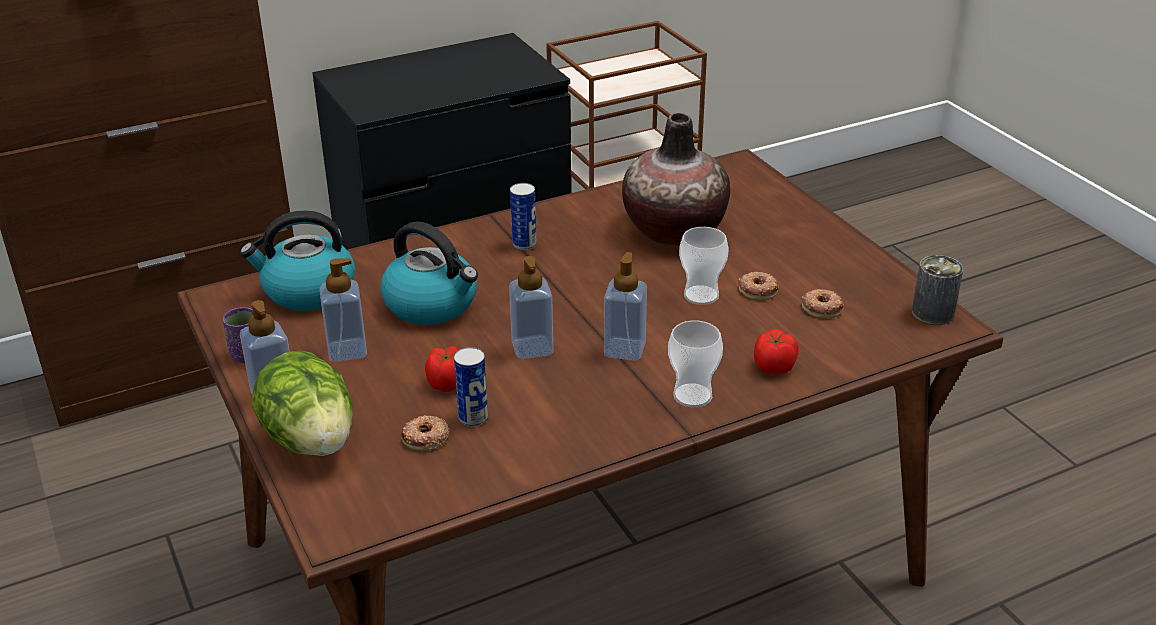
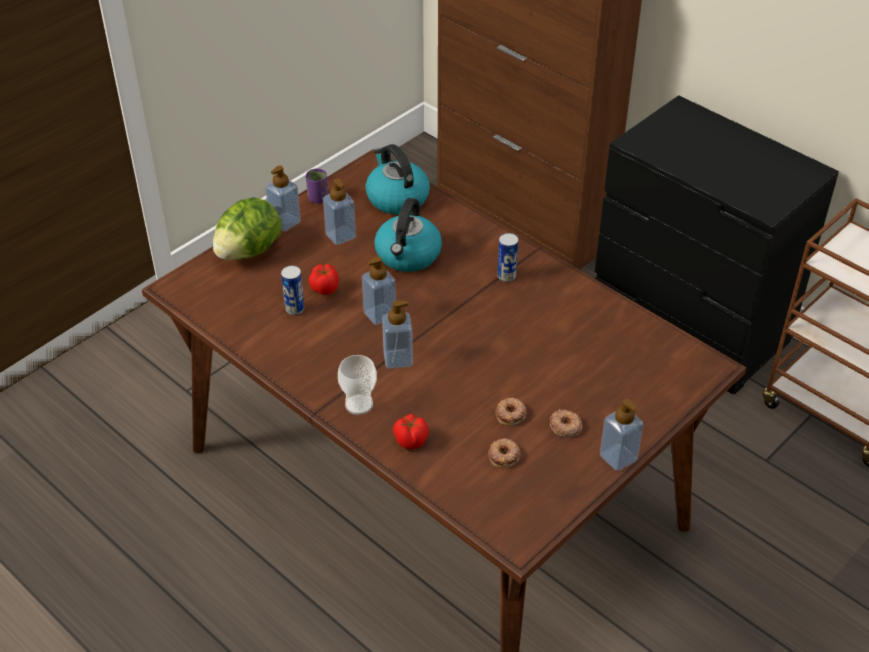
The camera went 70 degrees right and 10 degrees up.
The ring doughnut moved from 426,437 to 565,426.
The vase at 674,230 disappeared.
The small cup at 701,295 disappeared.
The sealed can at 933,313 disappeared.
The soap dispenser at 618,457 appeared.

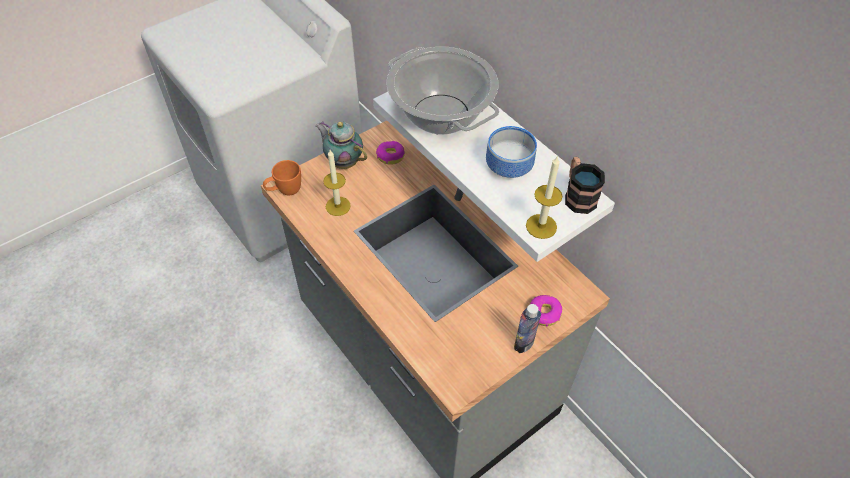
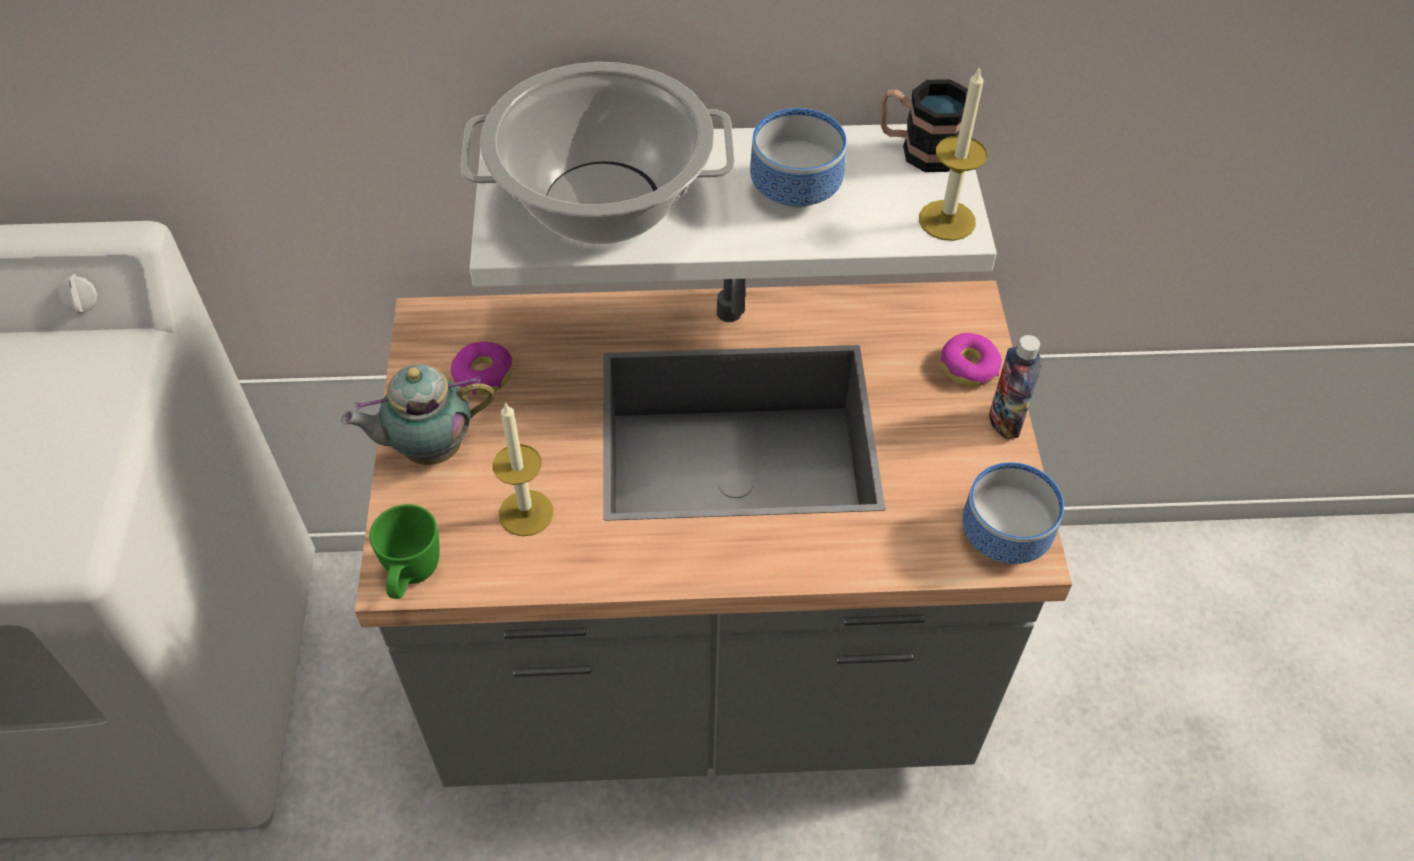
The camera went 55 degrees left and 0 degrees up.
The orange-coloured mug at 285,191 became the greenish mug at 412,578.
The deep dish at 1000,533 appeared.

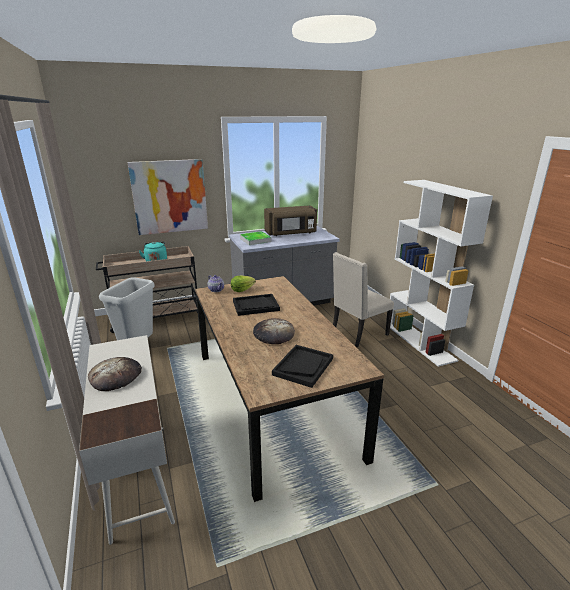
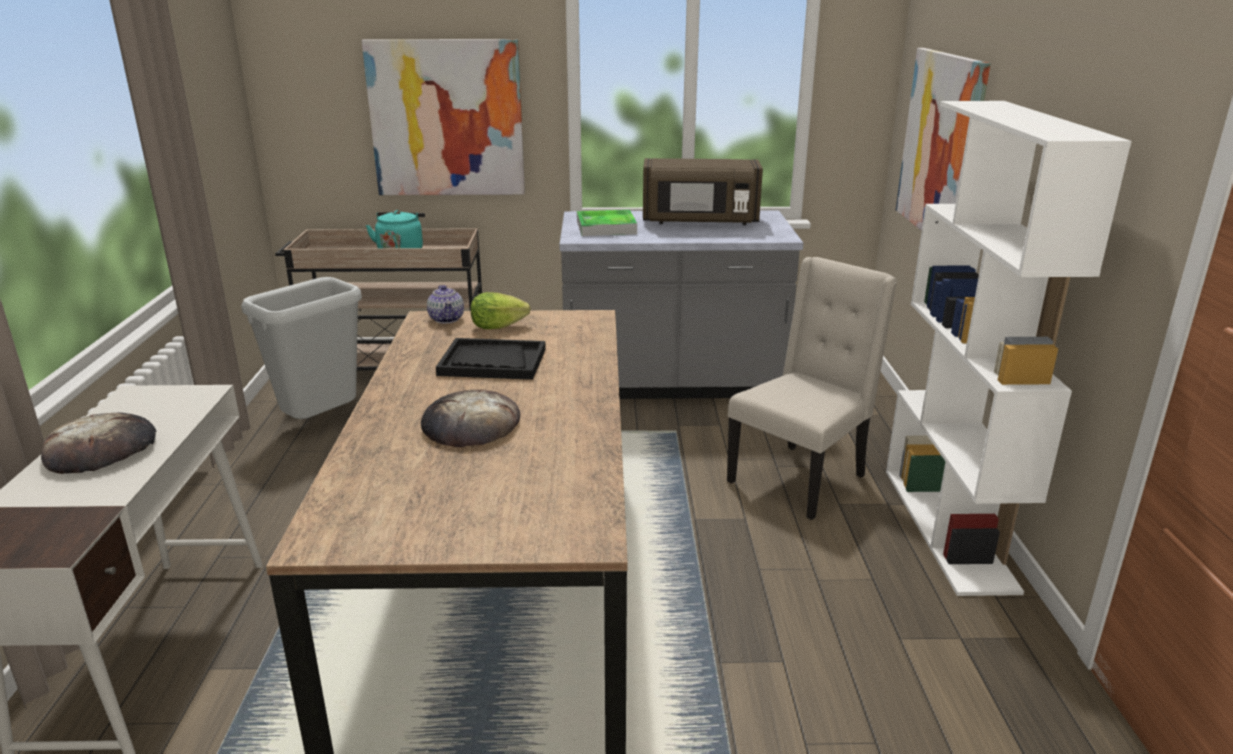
The camera went 20 degrees right and 0 degrees up.
The black-coloured serving tray at 303,366 disappeared.
The beige chair at 358,334 turned 150 degrees clockwise.
The wall art at 940,146 appeared.

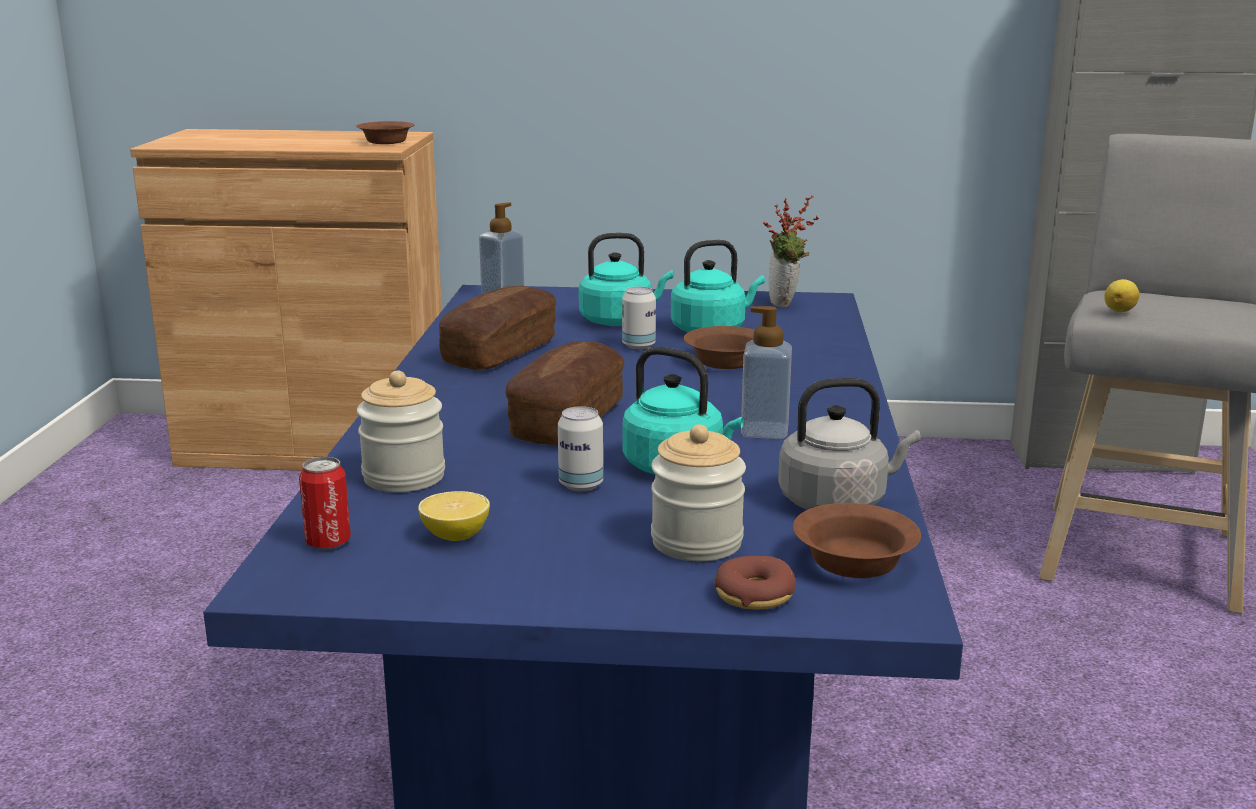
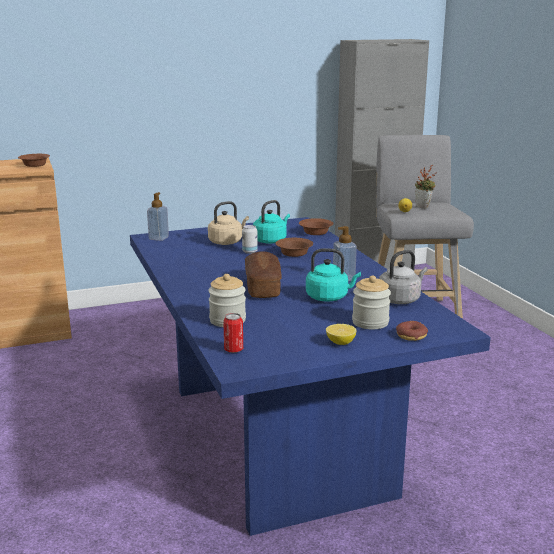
The camera went 25 degrees left and 0 degrees up.
The whole lemon moved from 455,536 to 340,343.
The bread at 500,352 disappeared.
The sealed can at 581,485 disappeared.
The blue-green water kettle at 620,321 became the beige water kettle at 227,242.
The potted plant moved from 786,304 to 424,207.
The brownish deep dish moved from 851,562 to 315,232.

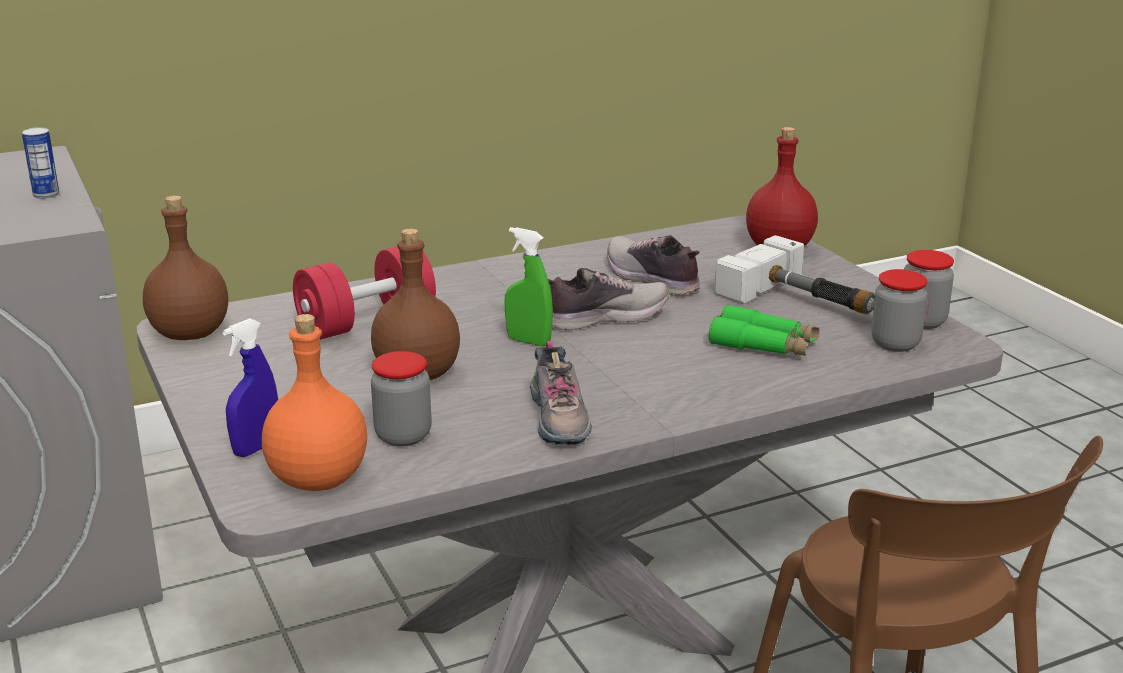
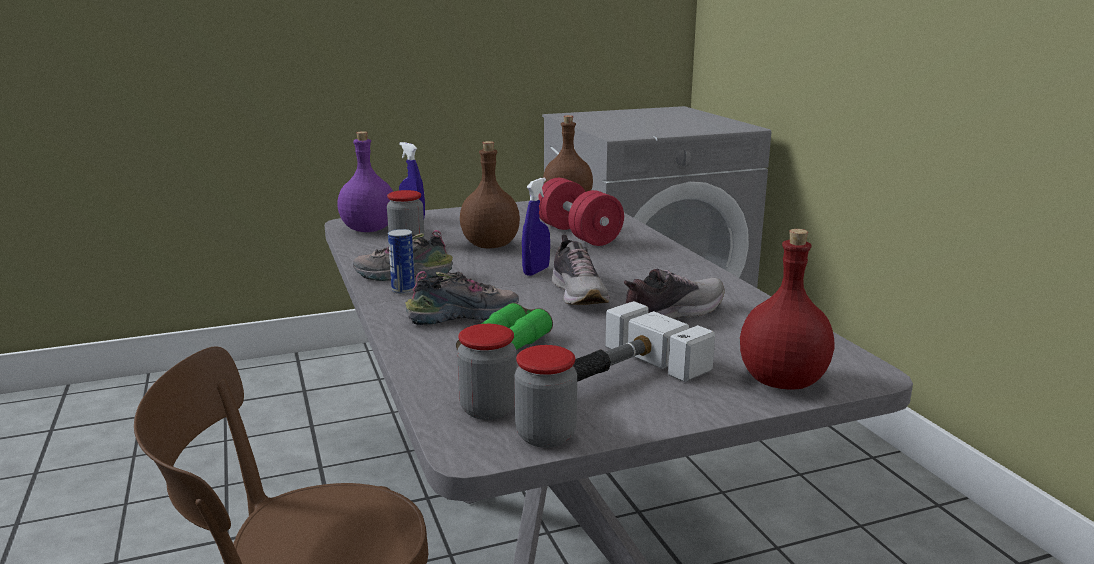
The camera went 95 degrees right and 5 degrees down.
The sealed can moved from 46,195 to 403,290.
The orange-coloured beverage bottle at 320,479 became the purple-coloured beverage bottle at 369,230.
The greenish hand sprayer at 528,341 became the blue hand sprayer at 536,271.
The low shoe at 463,316 appeared.

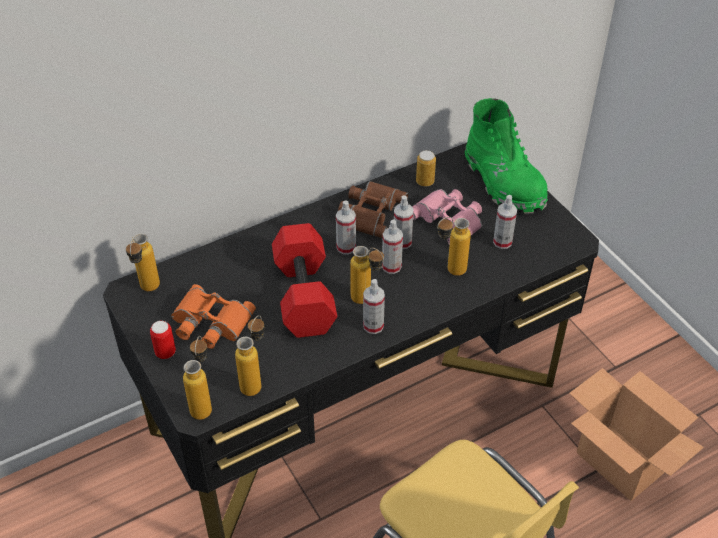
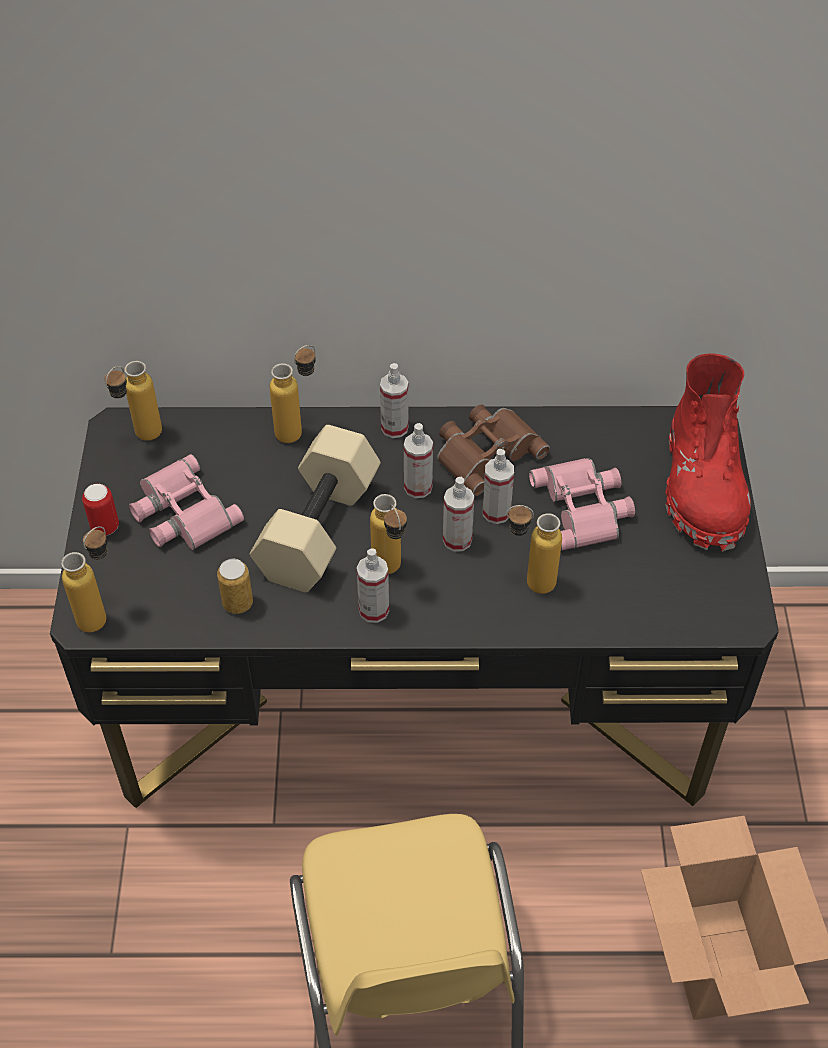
The camera went 30 degrees right and 5 degrees up.
The orange-coloured binoculars at 209,323 became the pink-coloured binoculars at 181,512.
The beverage bottle moved from 255,381 to 298,430.
The reddish hand weight at 306,296 became the beige hand weight at 320,531.
The sealed can moved from 425,182 to 237,603.
The greenish high-top boot at 503,182 became the reddish high-top boot at 702,486.
The hand sprayer moved from 502,242 to 394,428.

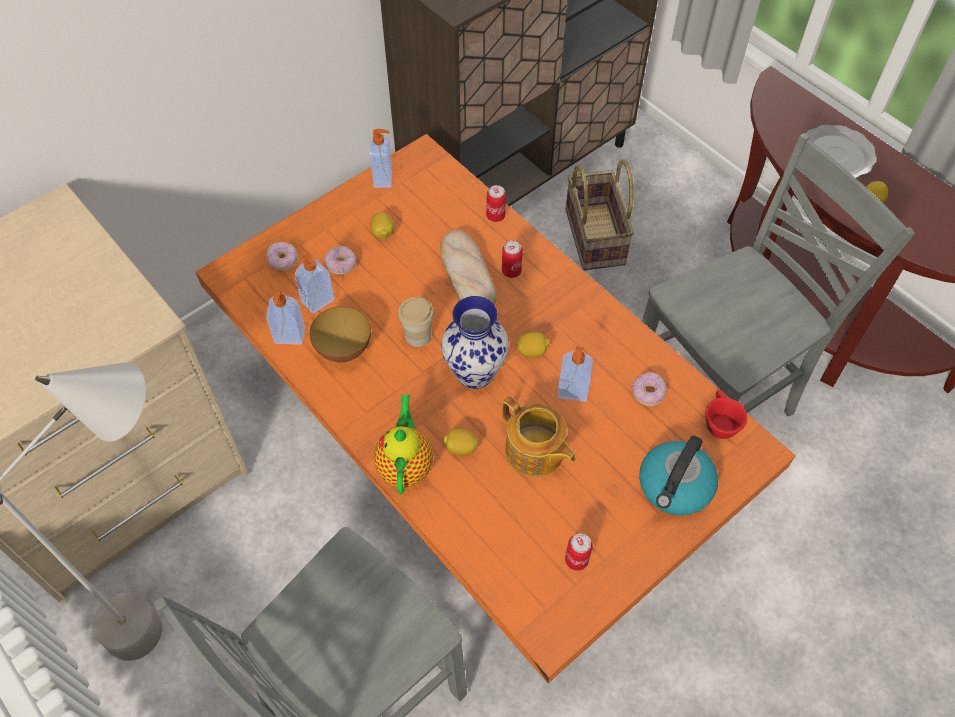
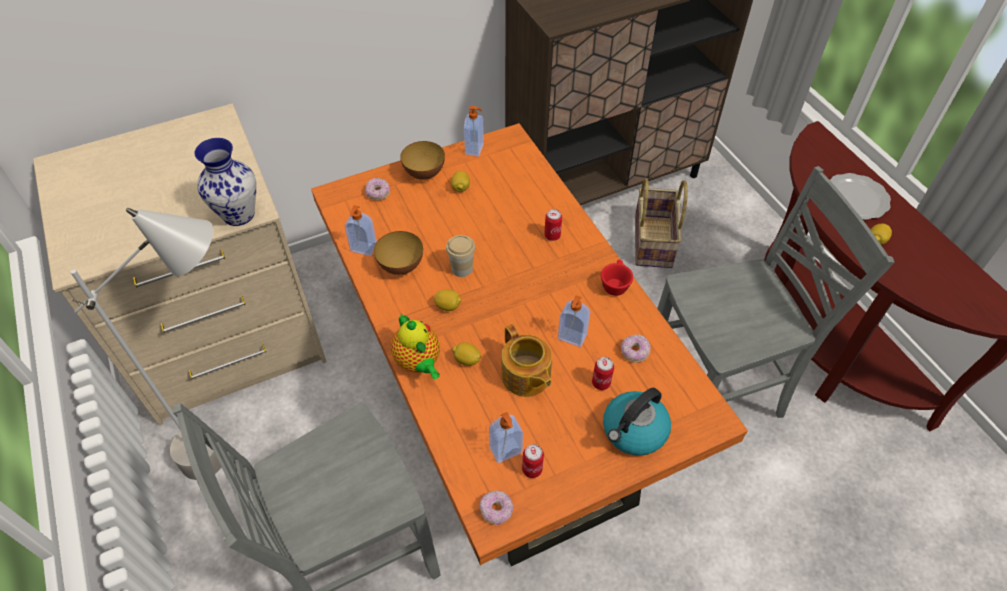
The camera went 15 degrees right and 5 degrees down.
The soap dispenser moved from 319,302 to 506,451.
The ring doughnut moved from 341,265 to 496,510.
The tea pot at 405,465 turned 135 degrees clockwise.
The bread at 466,273 disappeared.
The vase moved from 476,373 to 239,215.
The sealed can moved from 495,216 to 601,383.
The whole lemon moved from 532,351 to 448,306.
The reddish small cup moved from 719,422 to 614,284.
The deep dish at 424,174 appeared.

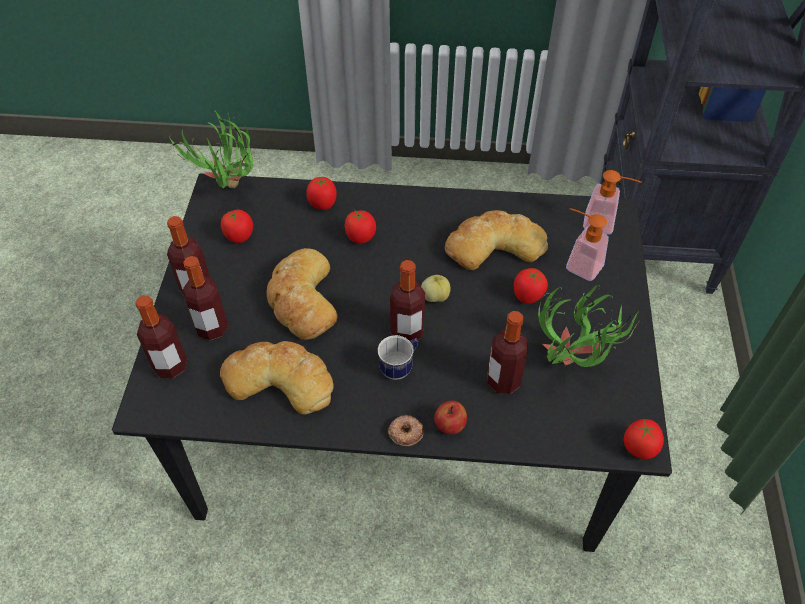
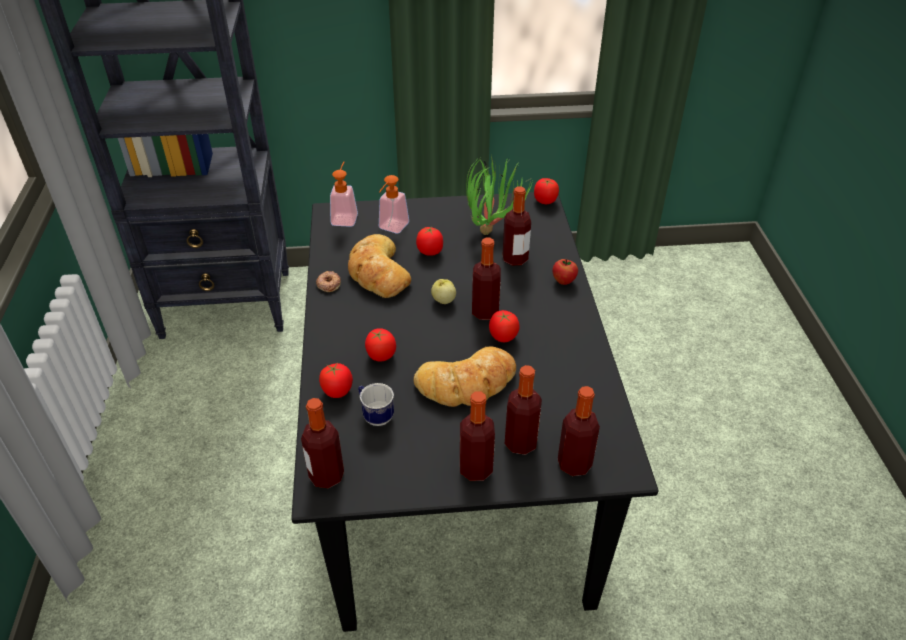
The camera went 100 degrees left and 10 degrees down.
The potted plant at 230,192 was replaced by the beverage bottle at 326,476.
The bread at 280,379 disappeared.
The tomato moved from 239,236 to 503,337.
The mug moved from 399,367 to 375,415.
The ring doughnut moved from 405,432 to 328,284.

